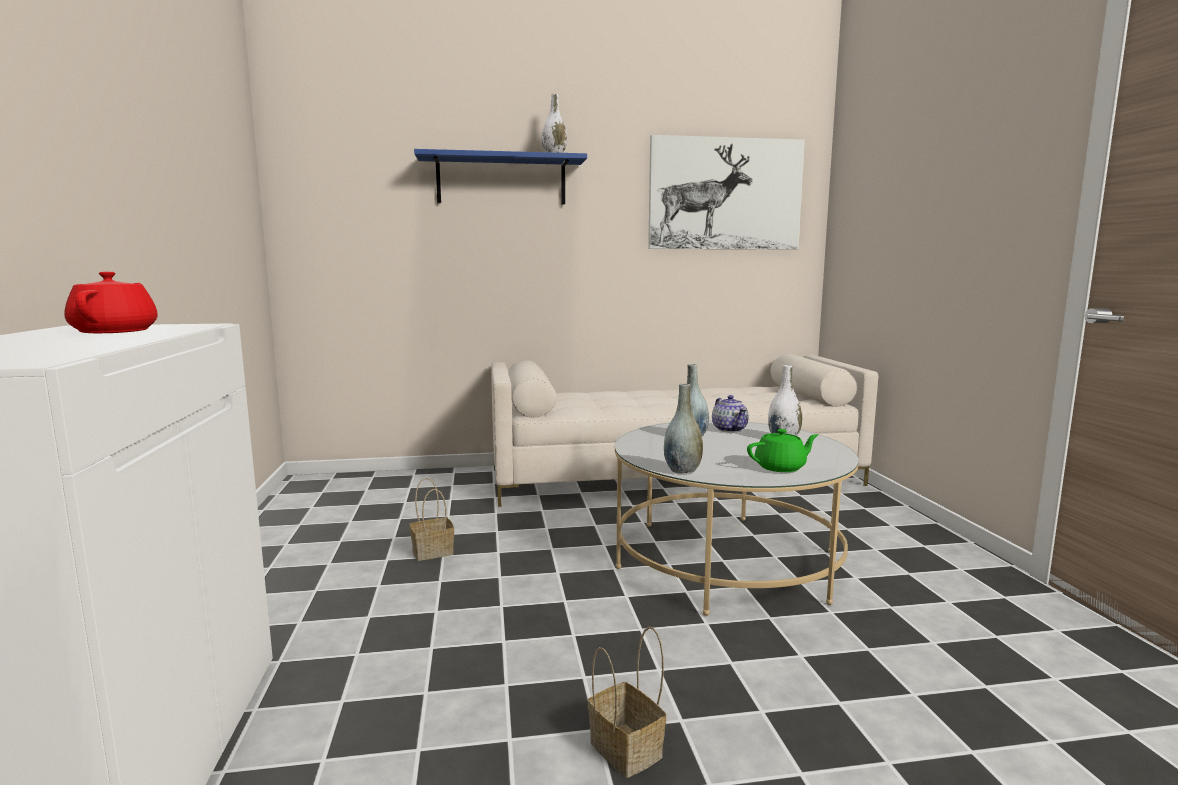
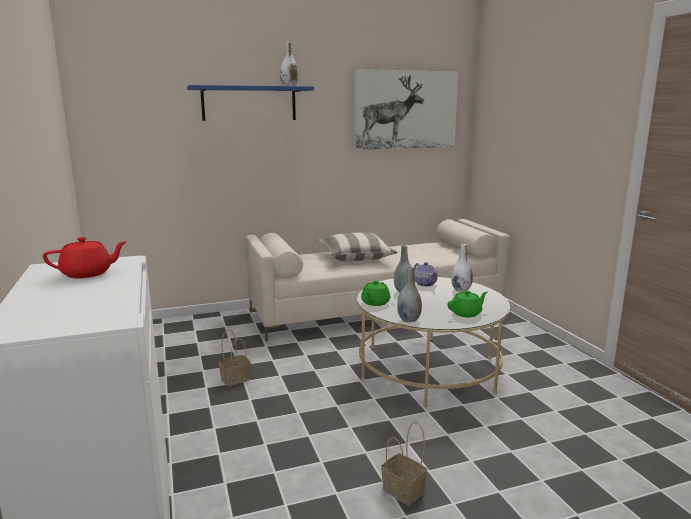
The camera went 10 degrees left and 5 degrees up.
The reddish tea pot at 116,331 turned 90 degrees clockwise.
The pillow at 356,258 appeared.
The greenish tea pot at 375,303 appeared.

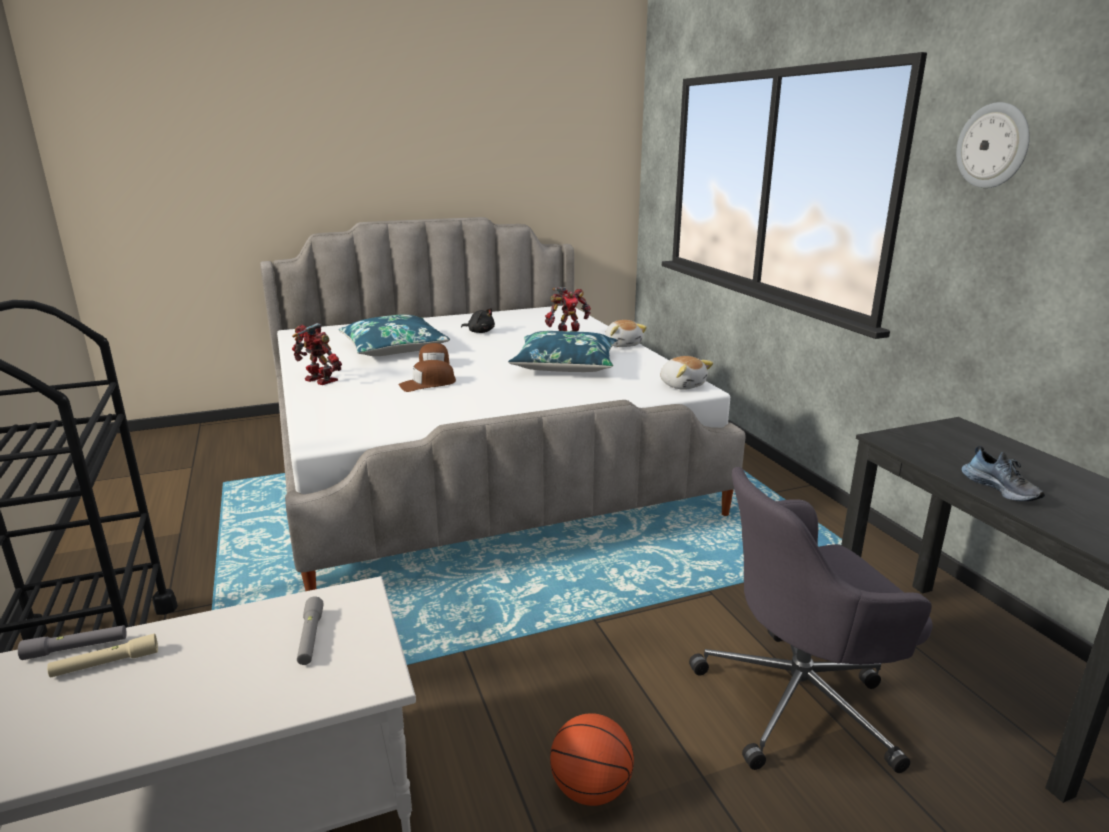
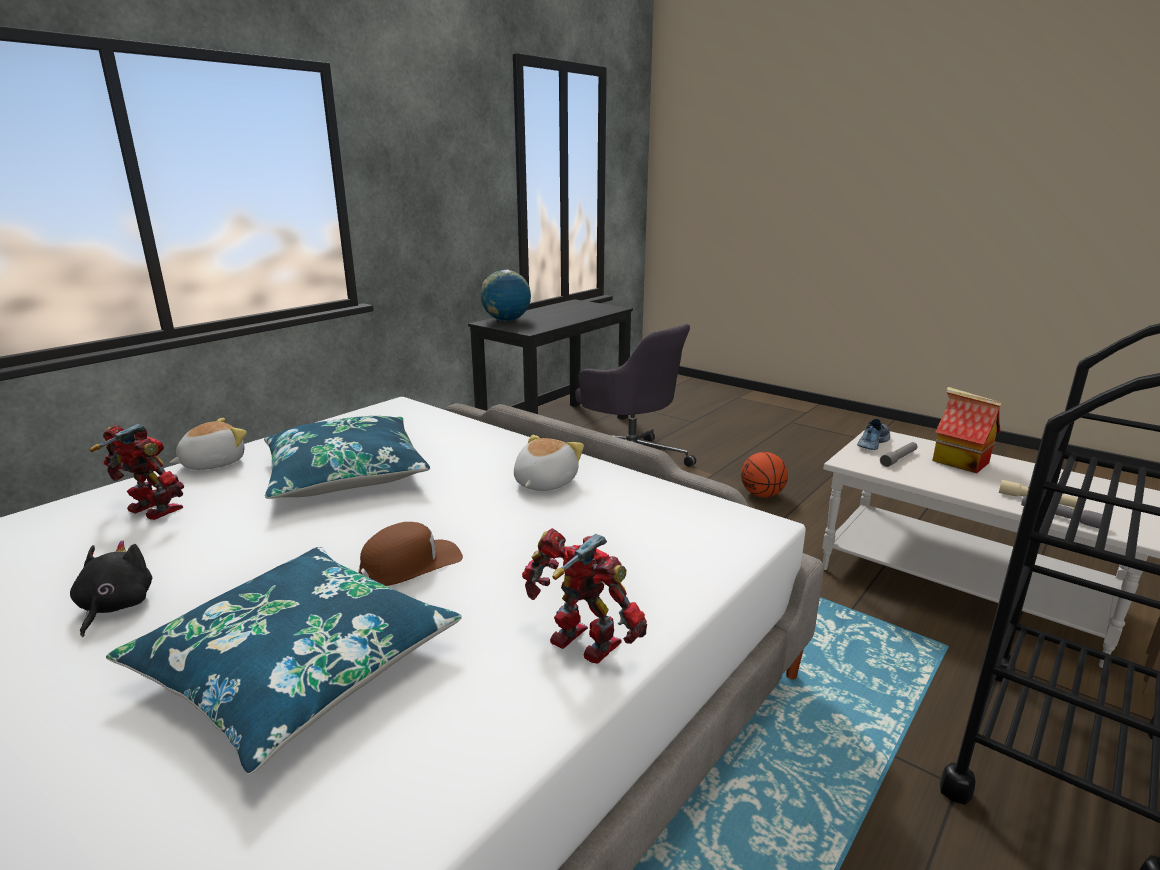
The camera went 120 degrees left and 0 degrees up.
The robot figure at 319,381 turned 120 degrees clockwise.
The brownish baseball cap at 427,384 disappeared.
The plush toy moved from 682,385 to 544,483.
The hanging clock at 993,146 disappeared.
The low shoe moved from 1001,488 to 871,442.
The globe at 506,320 appeared.
The model house at 959,462 appeared.

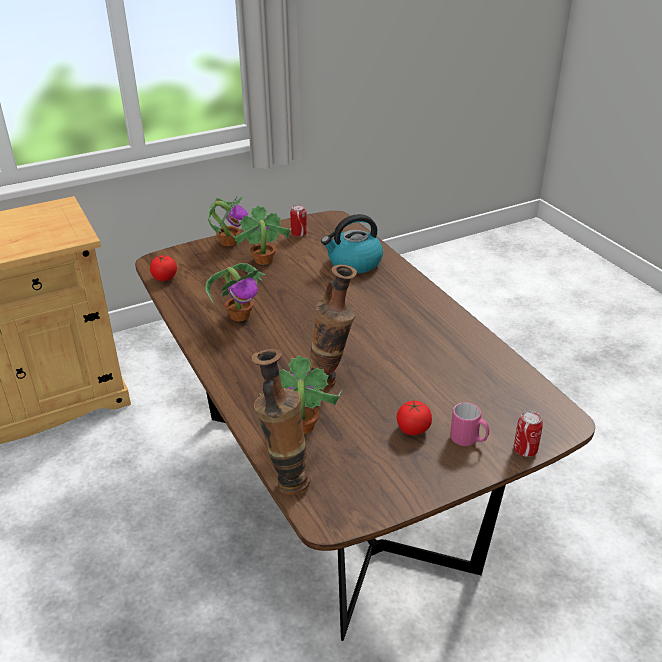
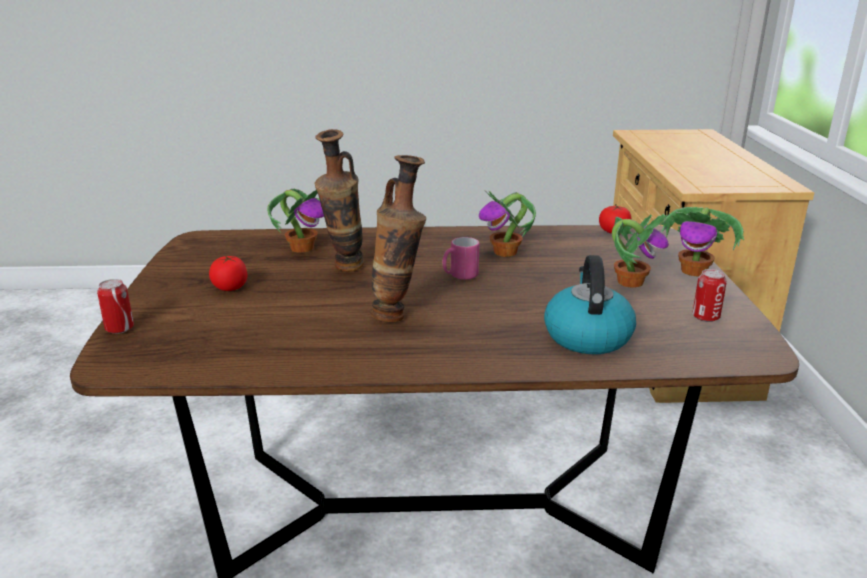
The camera went 115 degrees right and 10 degrees down.
The vase moved from 285,480 to 398,315.
The pink-coloured mug moved from 468,440 to 459,276.

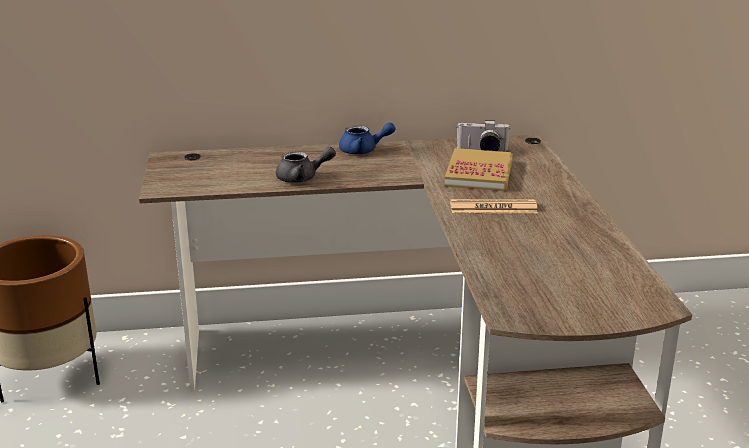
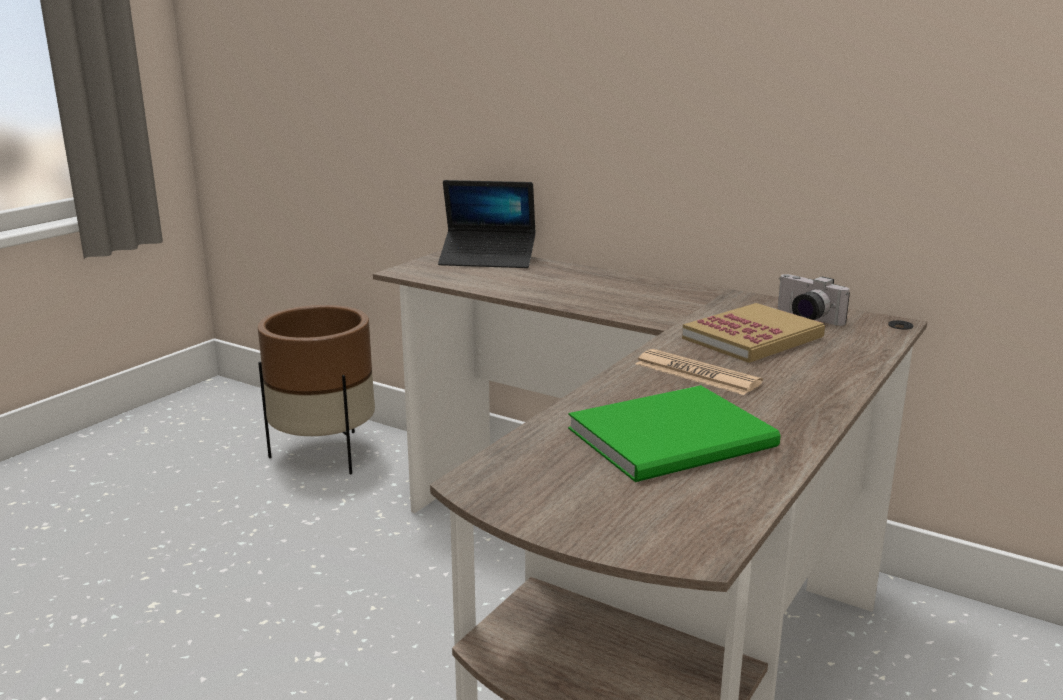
The camera went 40 degrees right and 5 degrees down.
The grey tea pot at 302,178 disappeared.
The blue tea pot at 363,150 disappeared.
The notebook computer at 488,259 appeared.
The greenish book at 678,438 appeared.

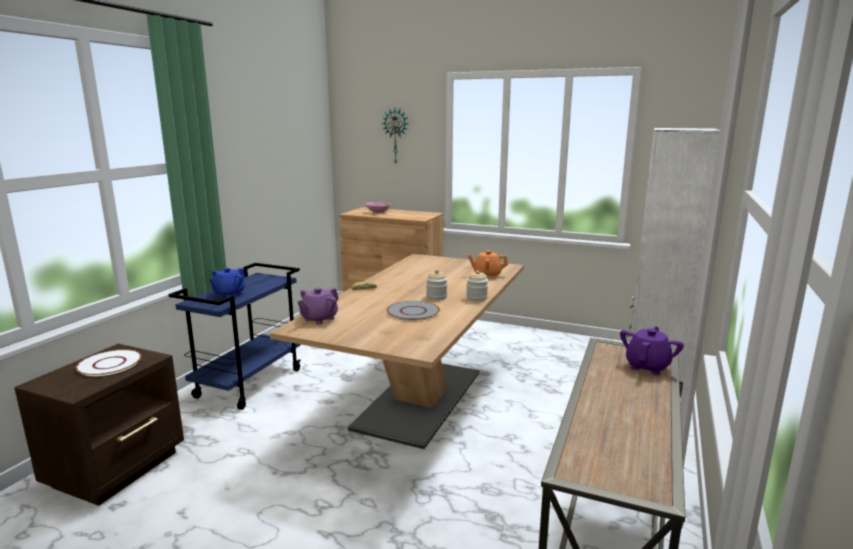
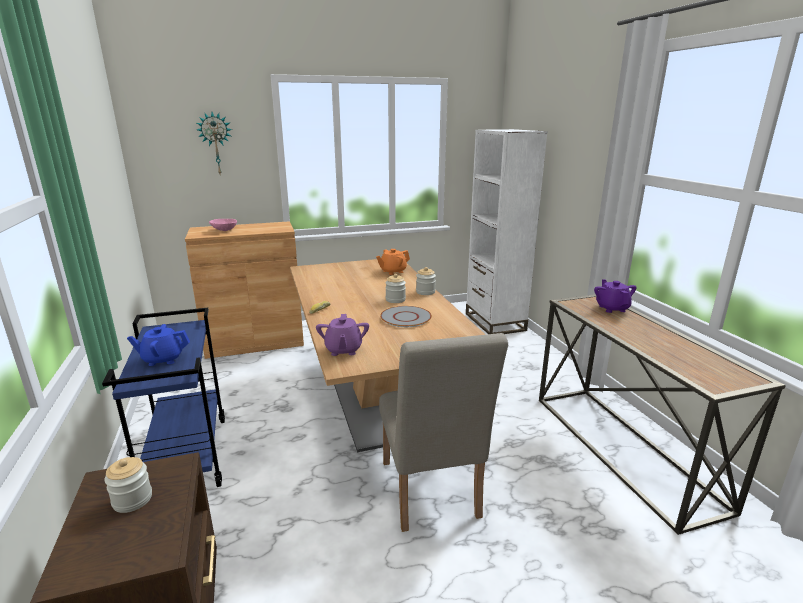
The camera went 40 degrees left and 5 degrees up.
The white dinner plate at 109,364 was replaced by the jar at 132,500.
The blue tea pot at 229,294 turned 90 degrees clockwise.
The beige chair at 430,495 appeared.

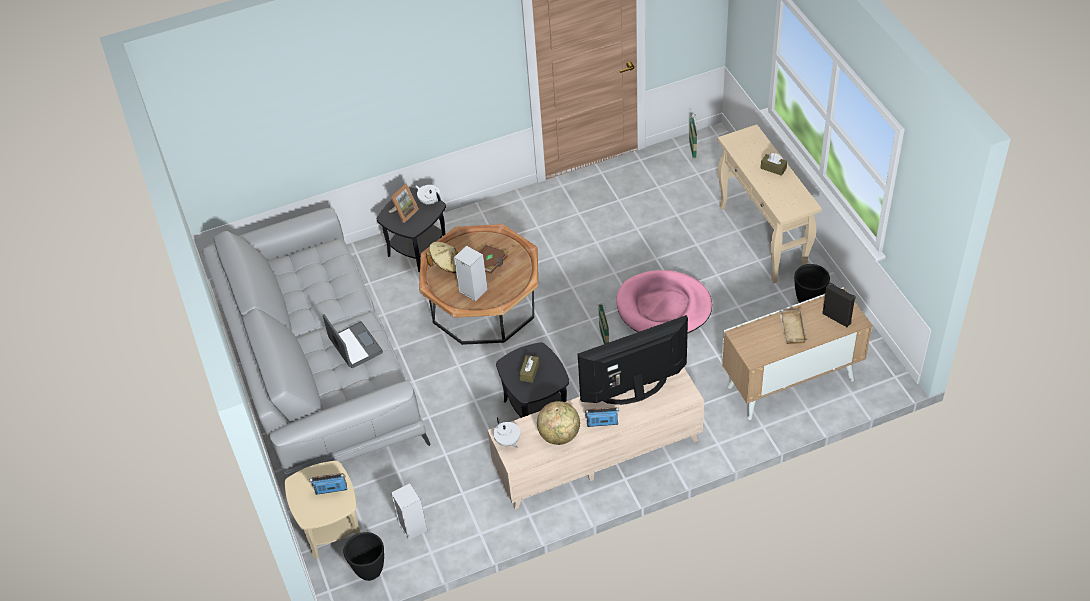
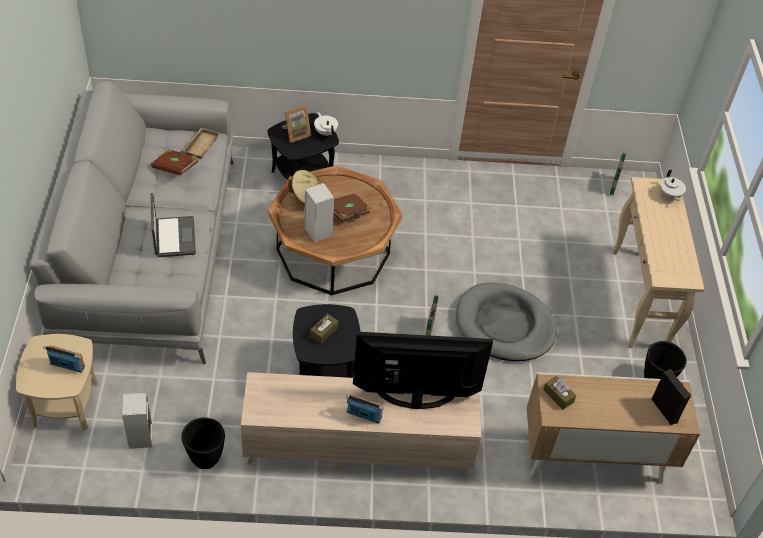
The camera went 15 degrees right and 0 degrees up.
The black-coloured flower pot moved from 369,570 to 205,458.
The white tea pot moved from 507,441 to 669,196.
The globe at 559,435 disappeared.
The pink-coloured pet bed at 663,307 became the grey pet bed at 504,325.
The brownish tissue box moved from 773,168 to 558,396.
The beige serving tray moved from 791,329 to 200,145.
The brownish book at 175,168 appeared.

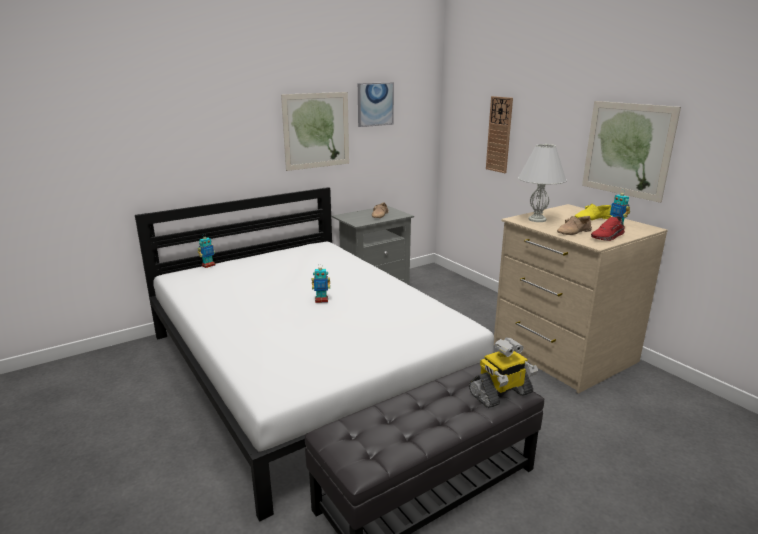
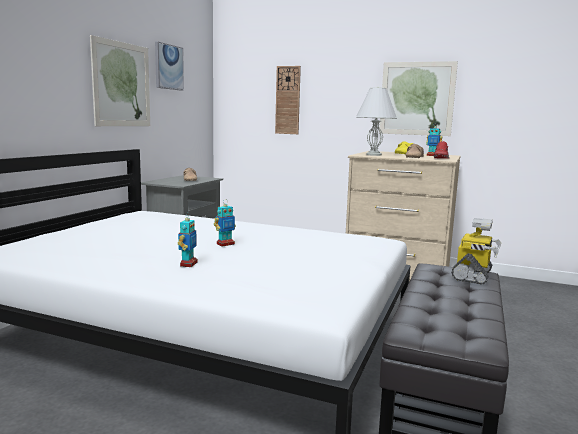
The camera went 35 degrees left and 10 degrees down.
The robot figure moved from 208,265 to 188,264.

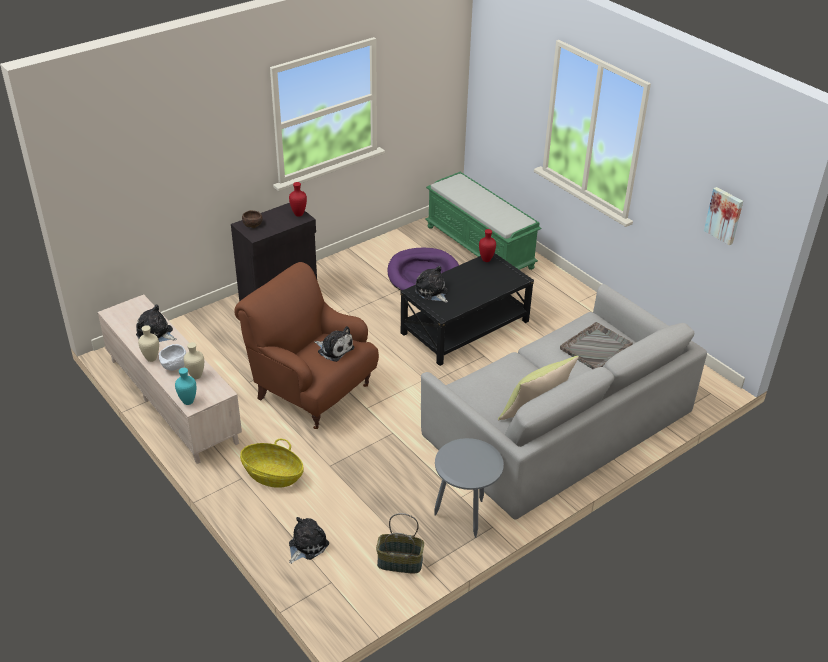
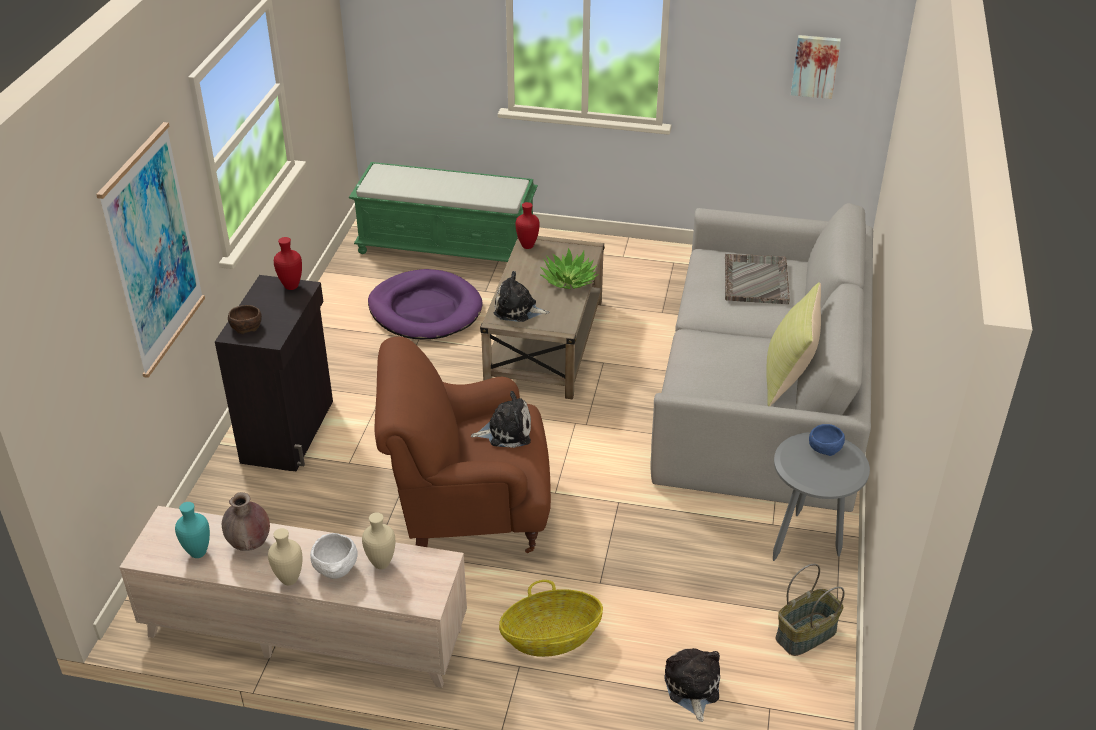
The camera went 40 degrees left and 0 degrees up.
The plush toy at 156,333 was replaced by the brownish vase at 250,545.
The blue-green vase moved from 188,401 to 198,552.
The black-coloured coffee table at 465,327 became the beige coffee table at 545,343.
The wall art at 153,250 appeared.
The potted plant at 569,280 appeared.
The blue deep dish at 824,447 appeared.

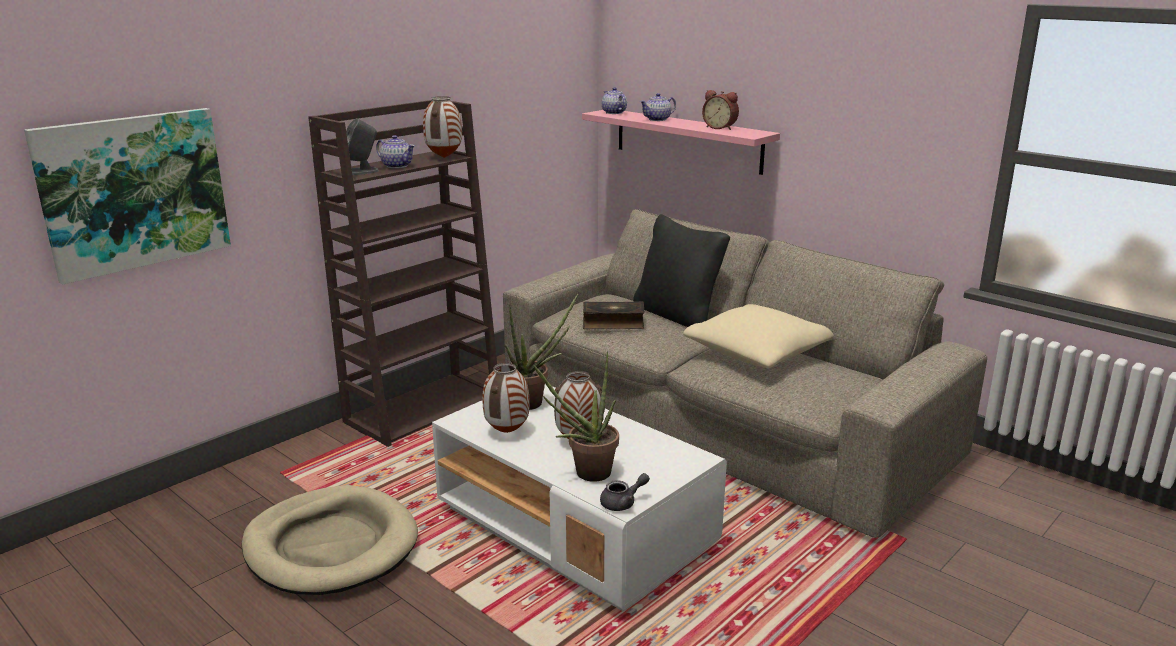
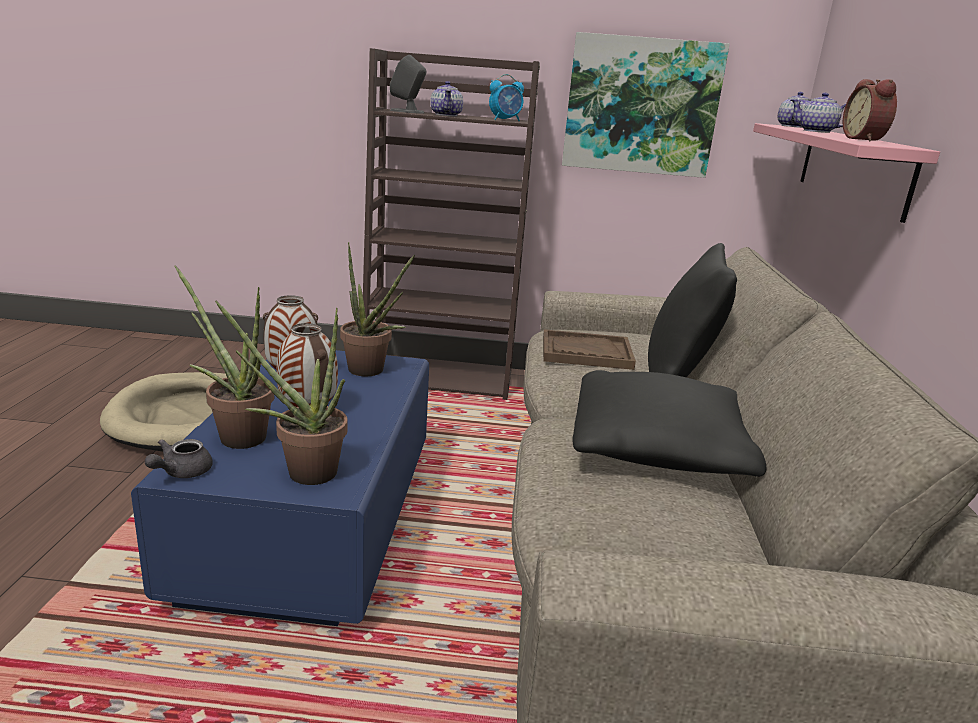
The camera went 50 degrees right and 0 degrees up.
The wall art moved from 134,192 to 641,106.
The vase at 444,157 was replaced by the alarm clock at 505,120.
The white coffee table at 574,530 became the blue coffee table at 314,520.
The book at 613,323 was replaced by the brownish serving tray at 586,352.
The grey tea pot at 623,503 turned 90 degrees clockwise.
The beige pillow at 757,353 became the black-coloured pillow at 658,448.
The potted plant at 301,472 appeared.

